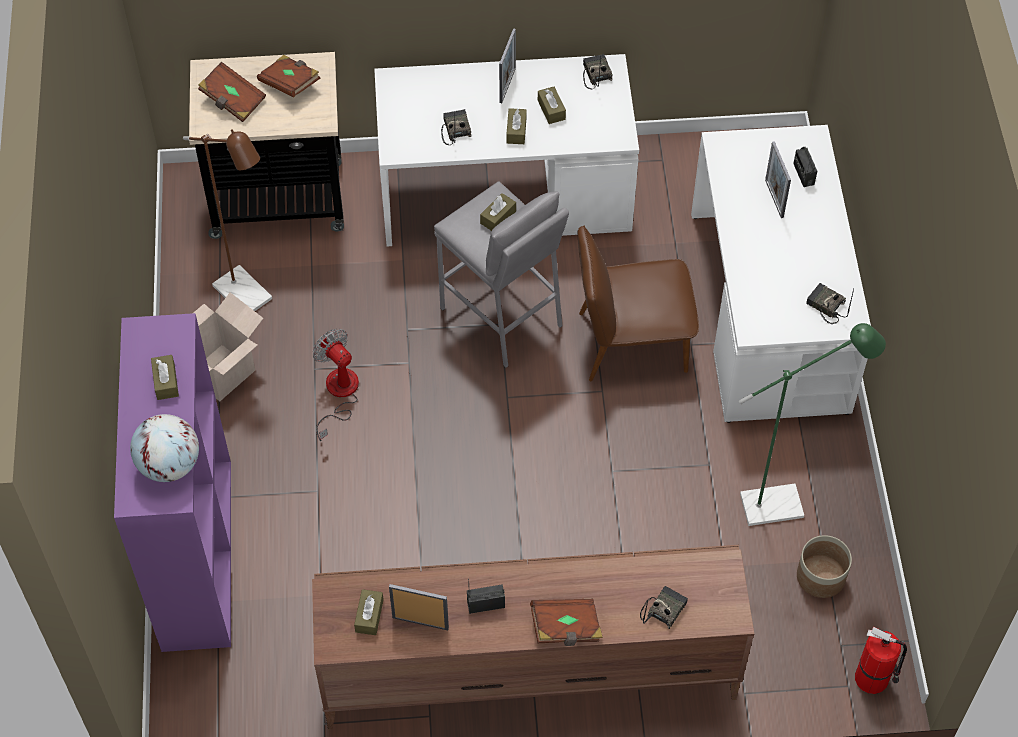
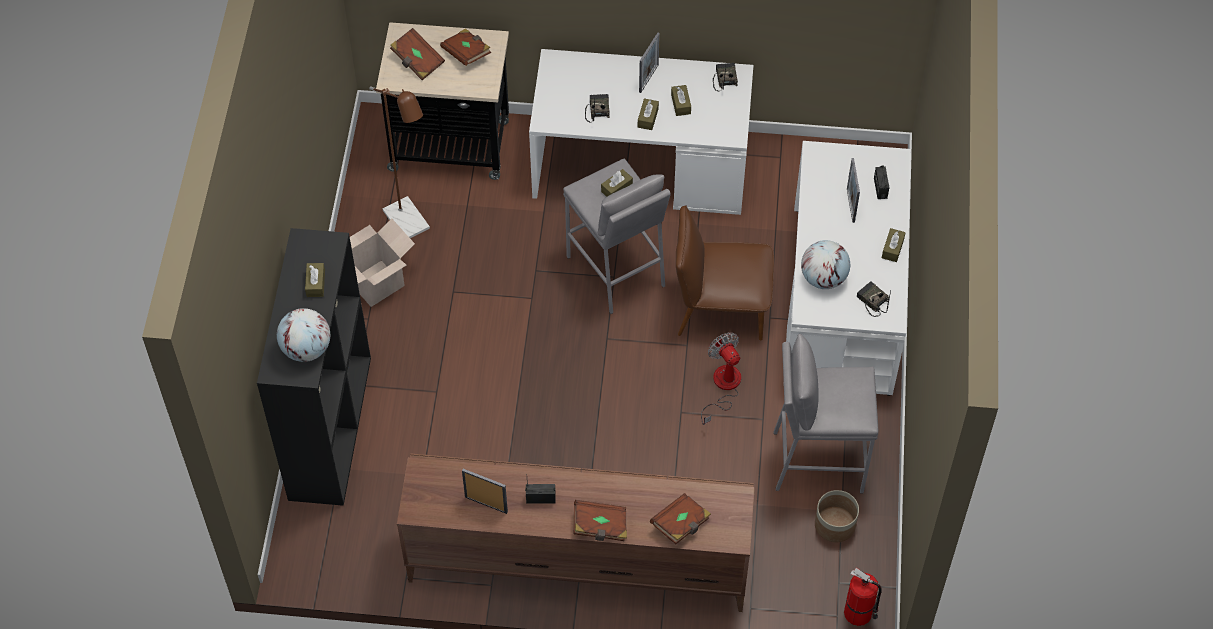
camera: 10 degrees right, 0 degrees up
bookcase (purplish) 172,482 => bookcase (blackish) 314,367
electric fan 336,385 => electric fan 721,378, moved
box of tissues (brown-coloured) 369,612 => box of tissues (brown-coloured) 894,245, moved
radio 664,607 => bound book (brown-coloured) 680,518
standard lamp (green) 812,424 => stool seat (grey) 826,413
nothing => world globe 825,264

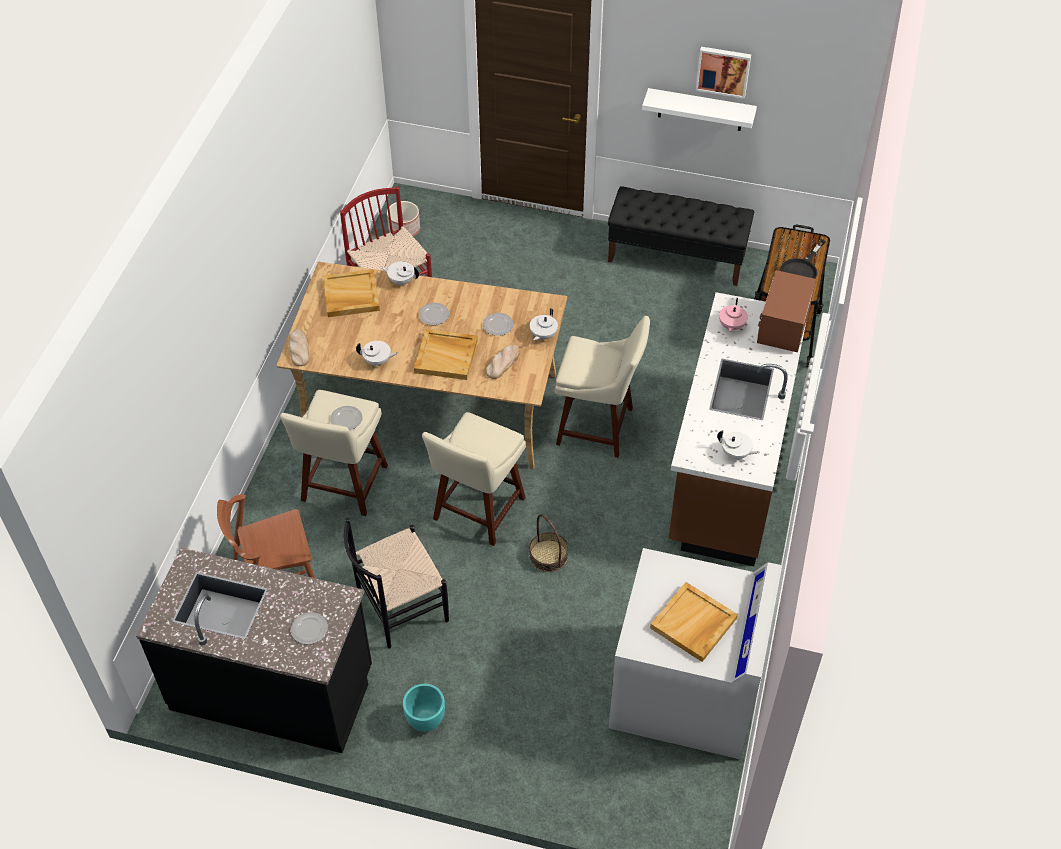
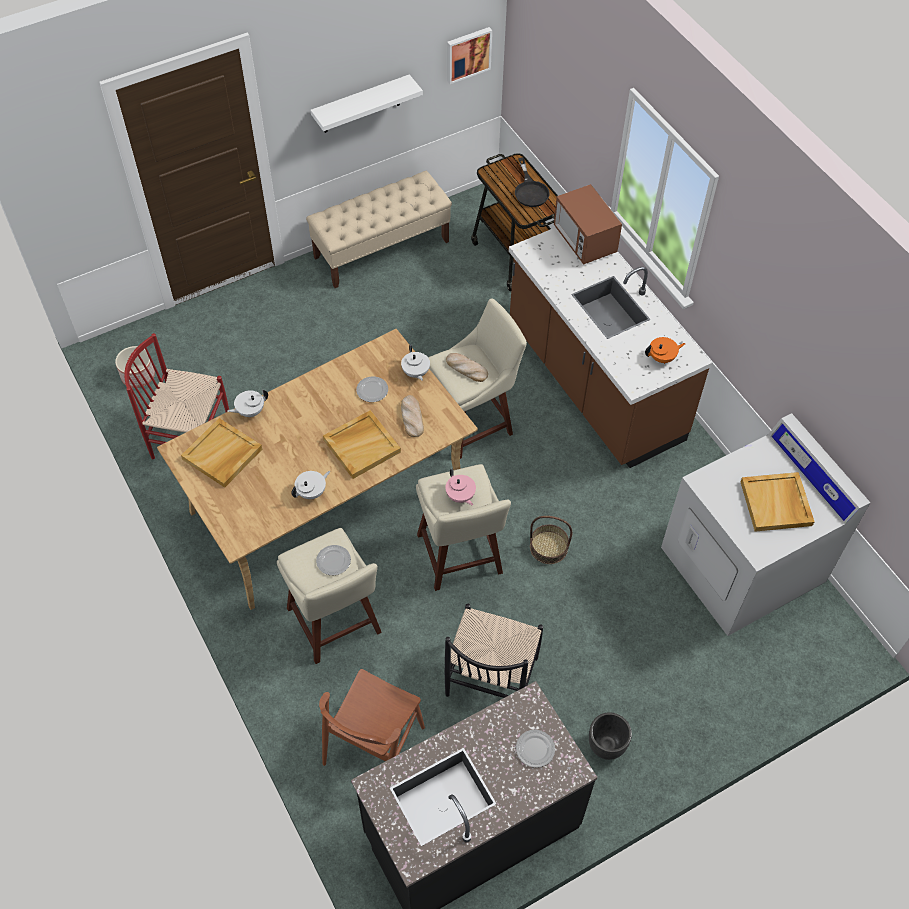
camera: 45 degrees left, 5 degrees up
bakery bread 299,347 => bakery bread 467,367, moved
planter (turquoise) 424,708 => planter (blackish) 610,736
plate 434,314 => nothing
bench (blackish) 681,236 => bench (beige) 379,229
picture 723,73 => picture 469,55, moved
pot for tea (whitish) 738,445 => pot for tea (orangey) 665,350
pot for tea (pink-coloured) 733,315 => pot for tea (pink-coloured) 460,487, moved

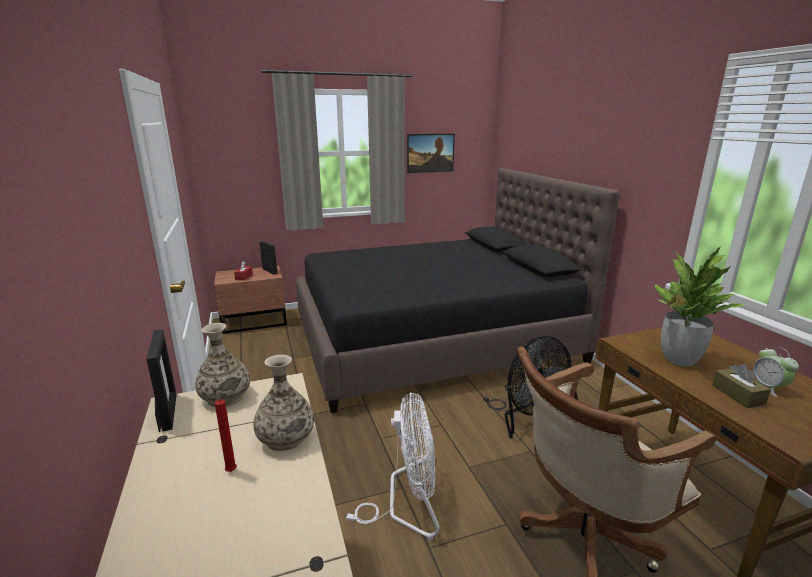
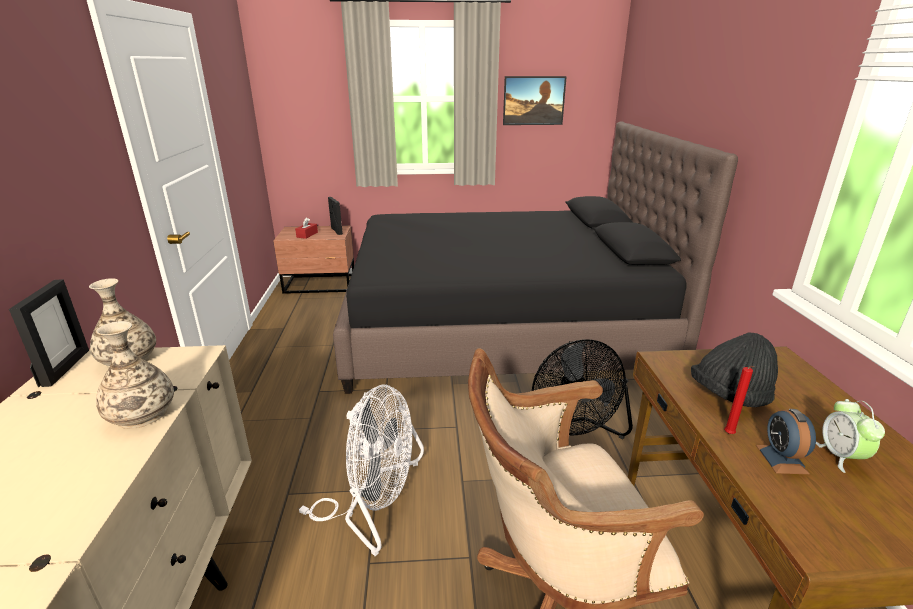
camera: 15 degrees right, 5 degrees up
candle (reddish) 226,435 => candle (reddish) 739,400, moved
potted plant 700,307 => hat (blackish) 734,369
box of tissues (brown-coloured) 741,386 => alarm clock 786,441

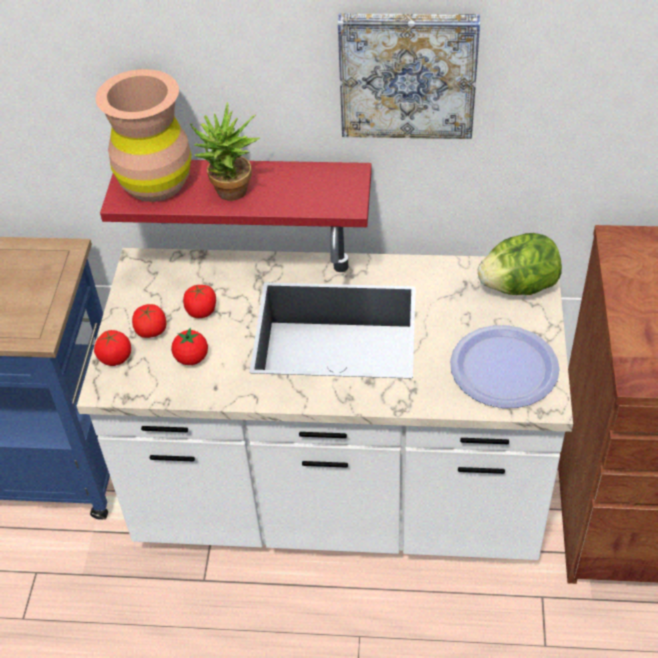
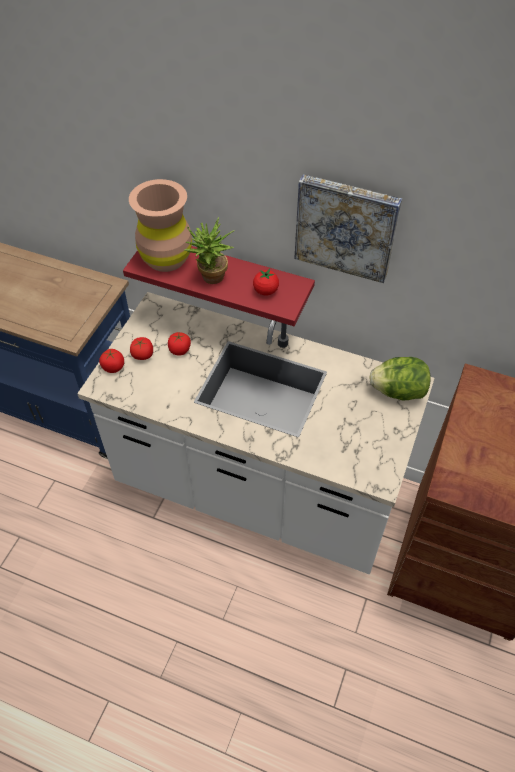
camera: 15 degrees right, 5 degrees up
whole tomato 189,346 => whole tomato 266,282, moved
plate 505,366 => nothing

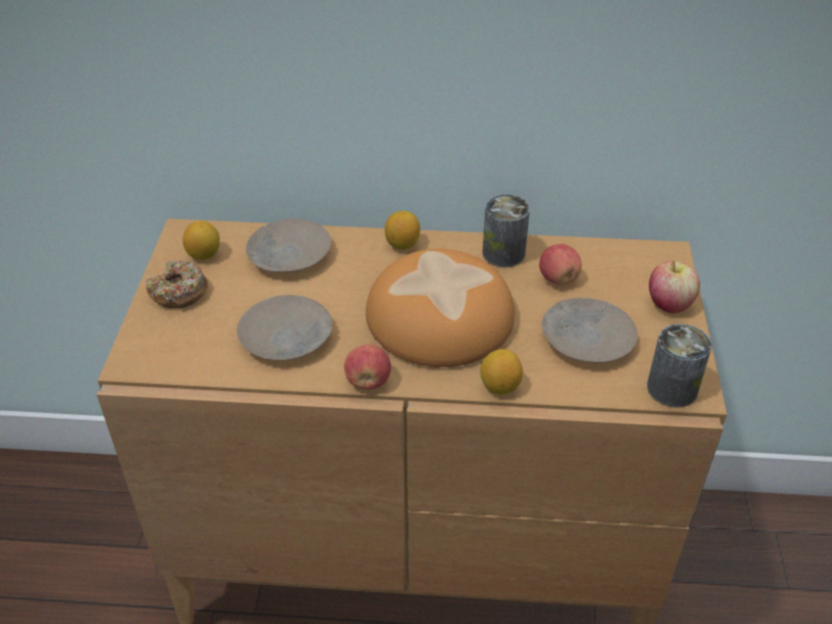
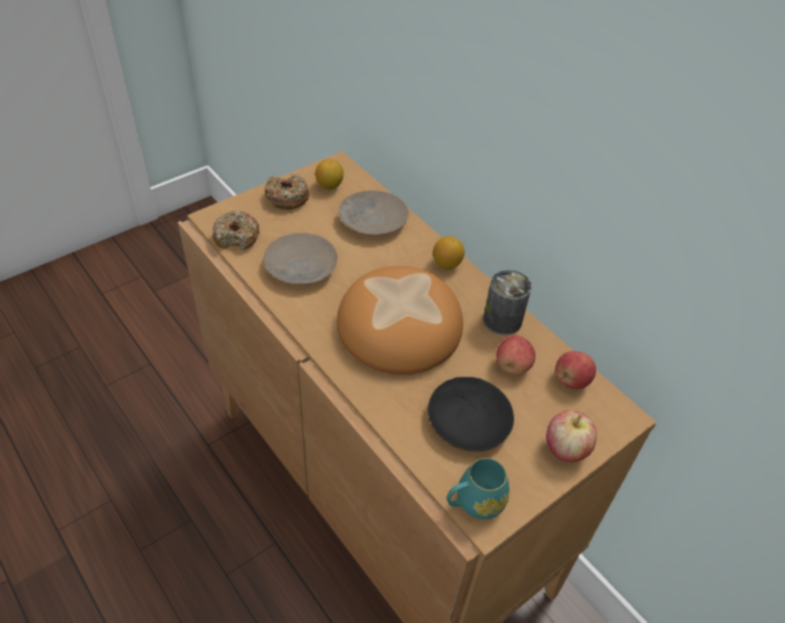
camera: 45 degrees right, 5 degrees up
apple fruit 367,367 => apple fruit 575,370, moved
citrus fruit 501,371 => nothing
plate (beige) 589,330 => plate (blackish) 471,414
can 679,365 => coffee mug (turquoise) 478,488
nothing => ring doughnut 236,230

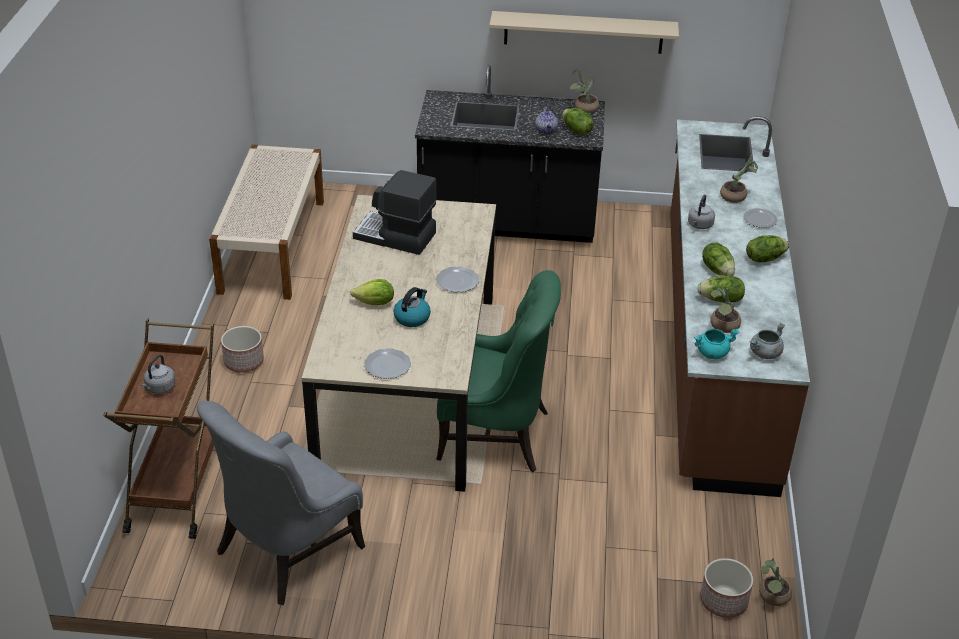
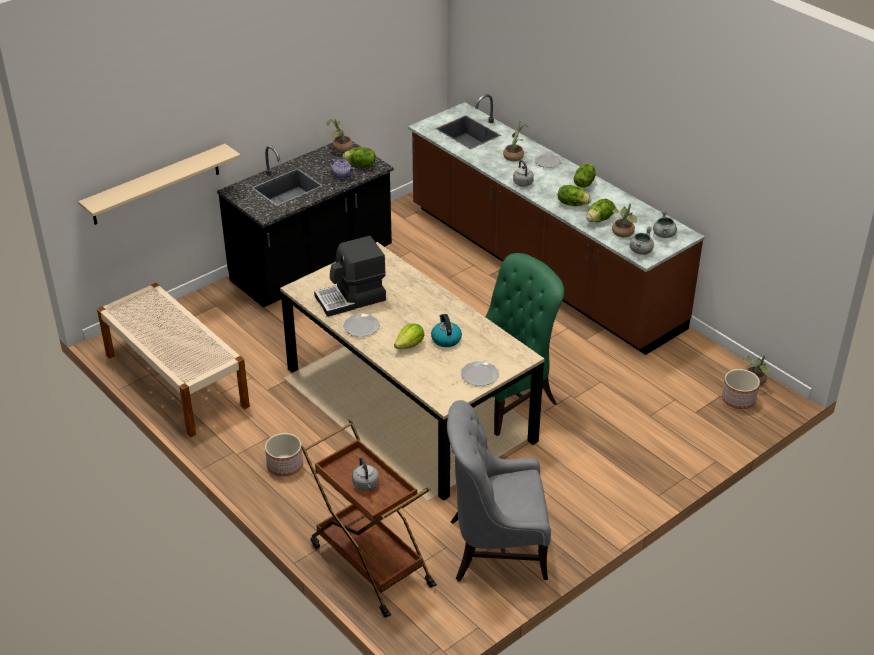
camera: 45 degrees left, 0 degrees up
chair (grey) 281,503 => chair (grey) 499,491, 90 degrees clockwise
plate 457,279 => plate 361,325, moved
wall shelf (beige) 584,32 => wall shelf (beige) 159,184, moved
stockpot (turquoise) 716,344 => stockpot (grey) 641,240

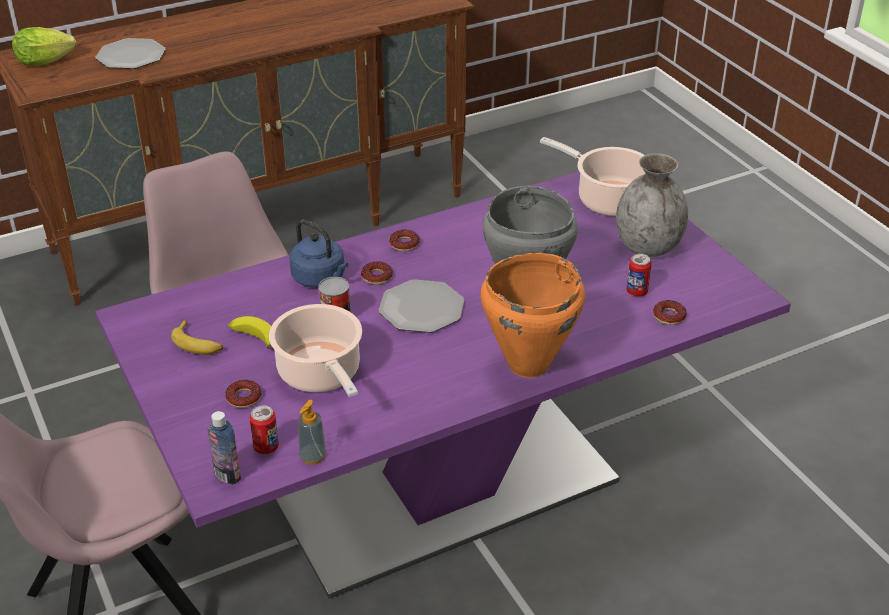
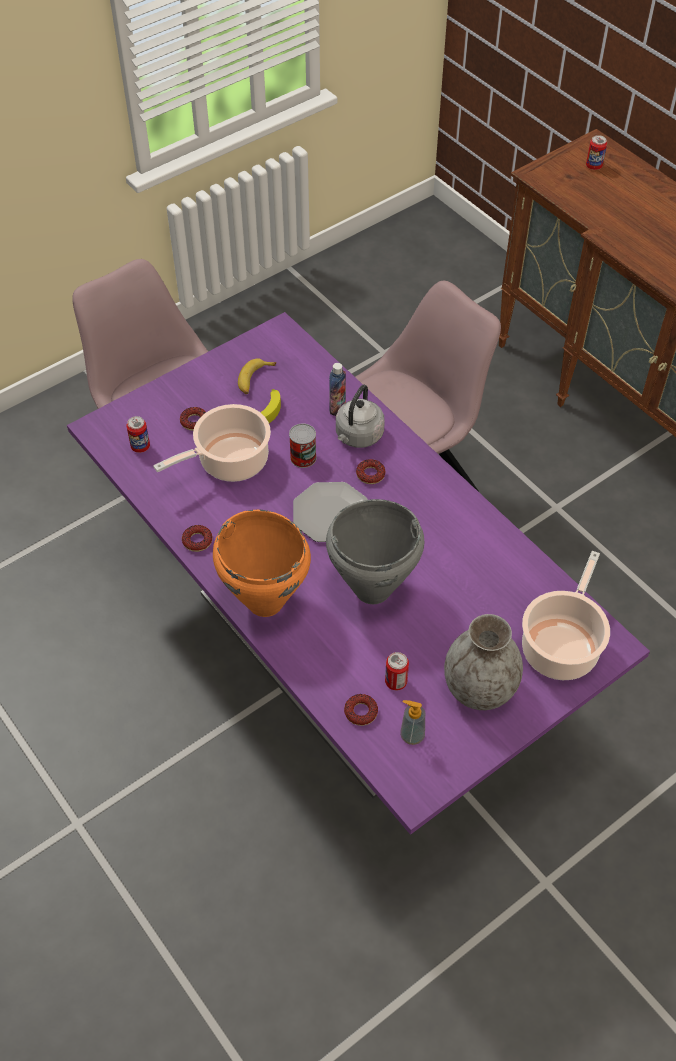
camera: 80 degrees right, 15 degrees up
head of lettuce 44,46 => can 596,152
plate 130,53 => nothing
bottle 224,447 => bottle 337,389, moved
kettle (blue) 318,254 => kettle (grey) 360,416
liquid soap bottle 312,432 => liquid soap bottle 412,722, moved
ring doughnut 404,240 => ring doughnut 197,538, moved

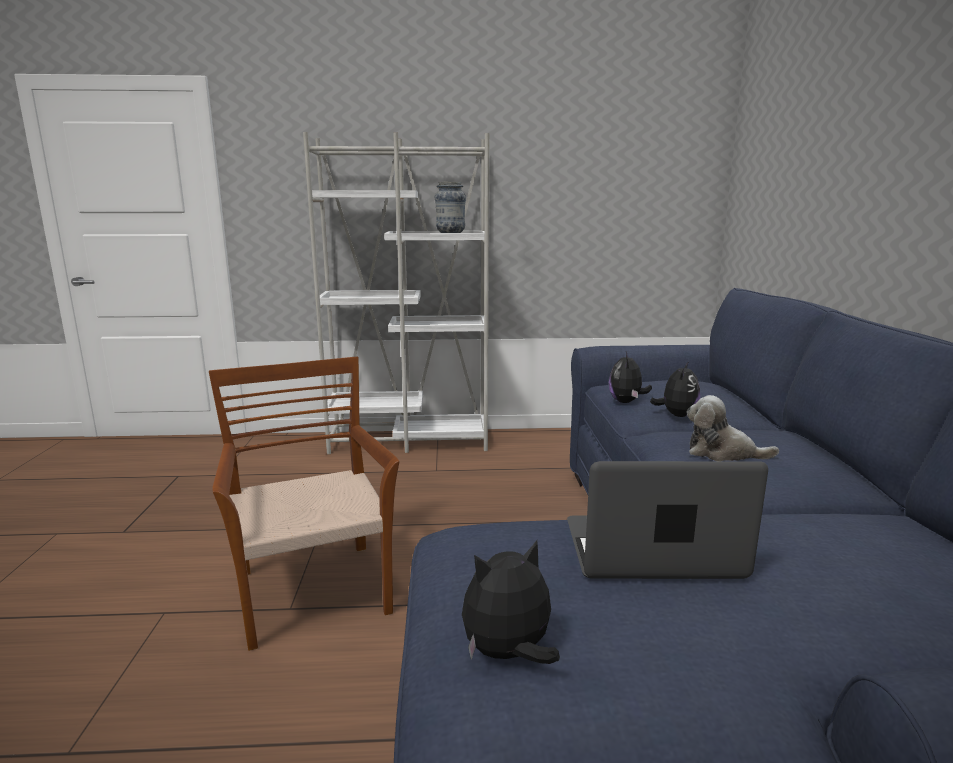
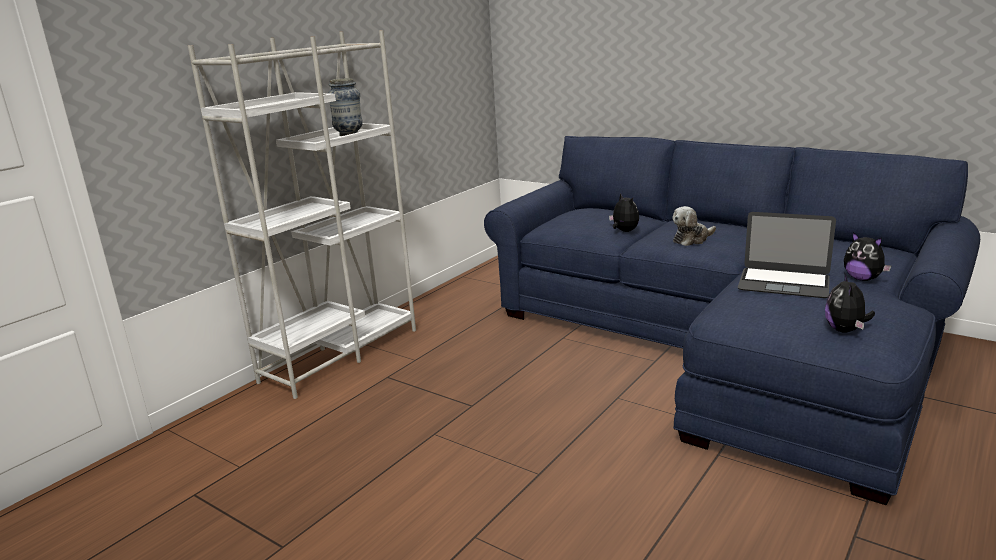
camera: 50 degrees left, 5 degrees up
easy chair (brown-coloured) 304,504 => nothing
portable computer 667,520 => portable computer 787,255, 105 degrees counterclockwise
cuddly toy 630,377 => cuddly toy 868,256, moved

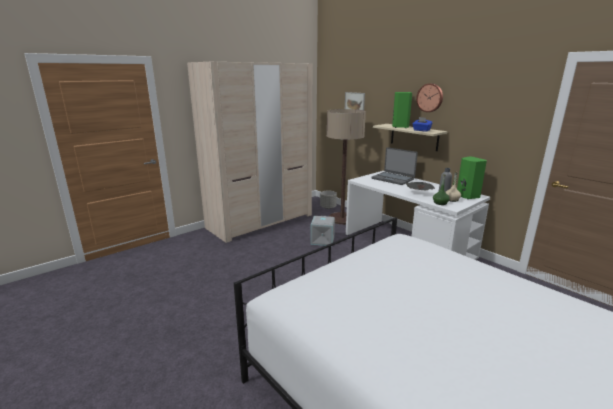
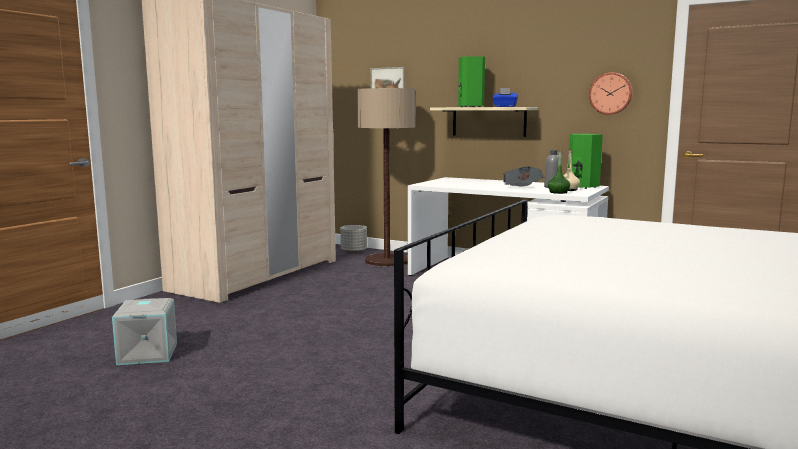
camera: 20 degrees left, 10 degrees down
storage container (grey) 322,231 => storage container (grey) 144,331, moved
portable computer 394,166 => nothing
hanging clock 429,97 => hanging clock 610,93, moved

